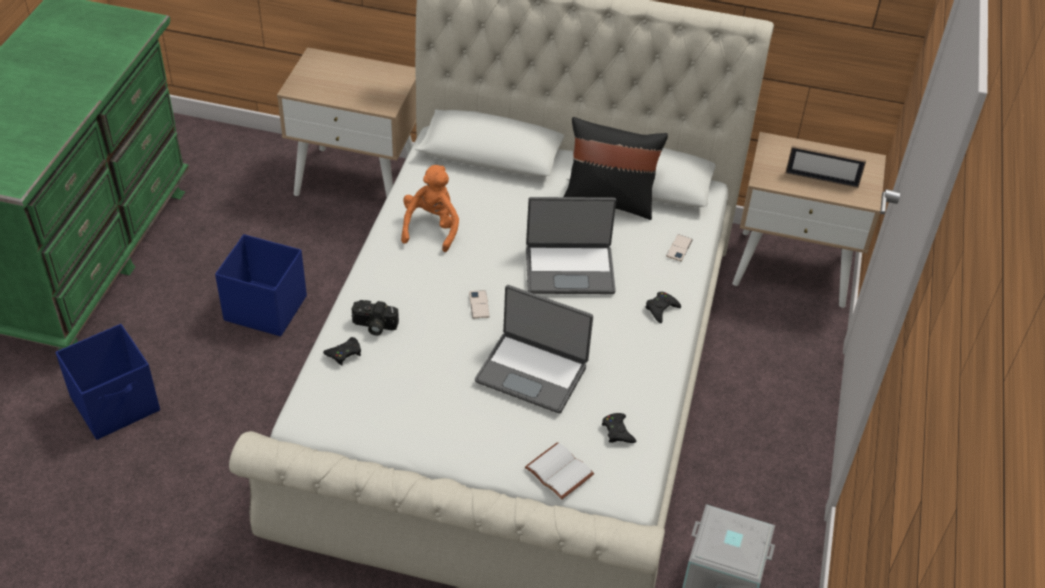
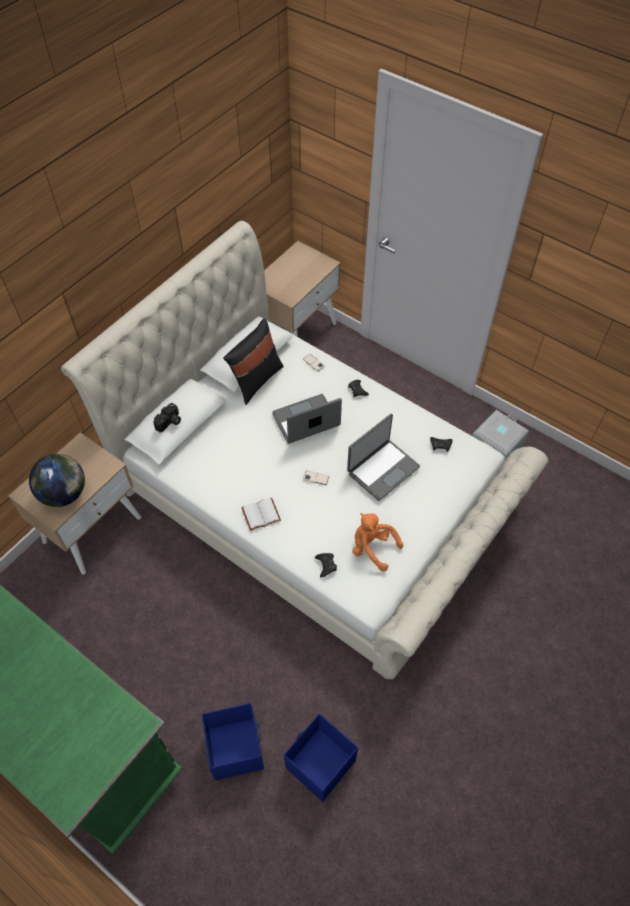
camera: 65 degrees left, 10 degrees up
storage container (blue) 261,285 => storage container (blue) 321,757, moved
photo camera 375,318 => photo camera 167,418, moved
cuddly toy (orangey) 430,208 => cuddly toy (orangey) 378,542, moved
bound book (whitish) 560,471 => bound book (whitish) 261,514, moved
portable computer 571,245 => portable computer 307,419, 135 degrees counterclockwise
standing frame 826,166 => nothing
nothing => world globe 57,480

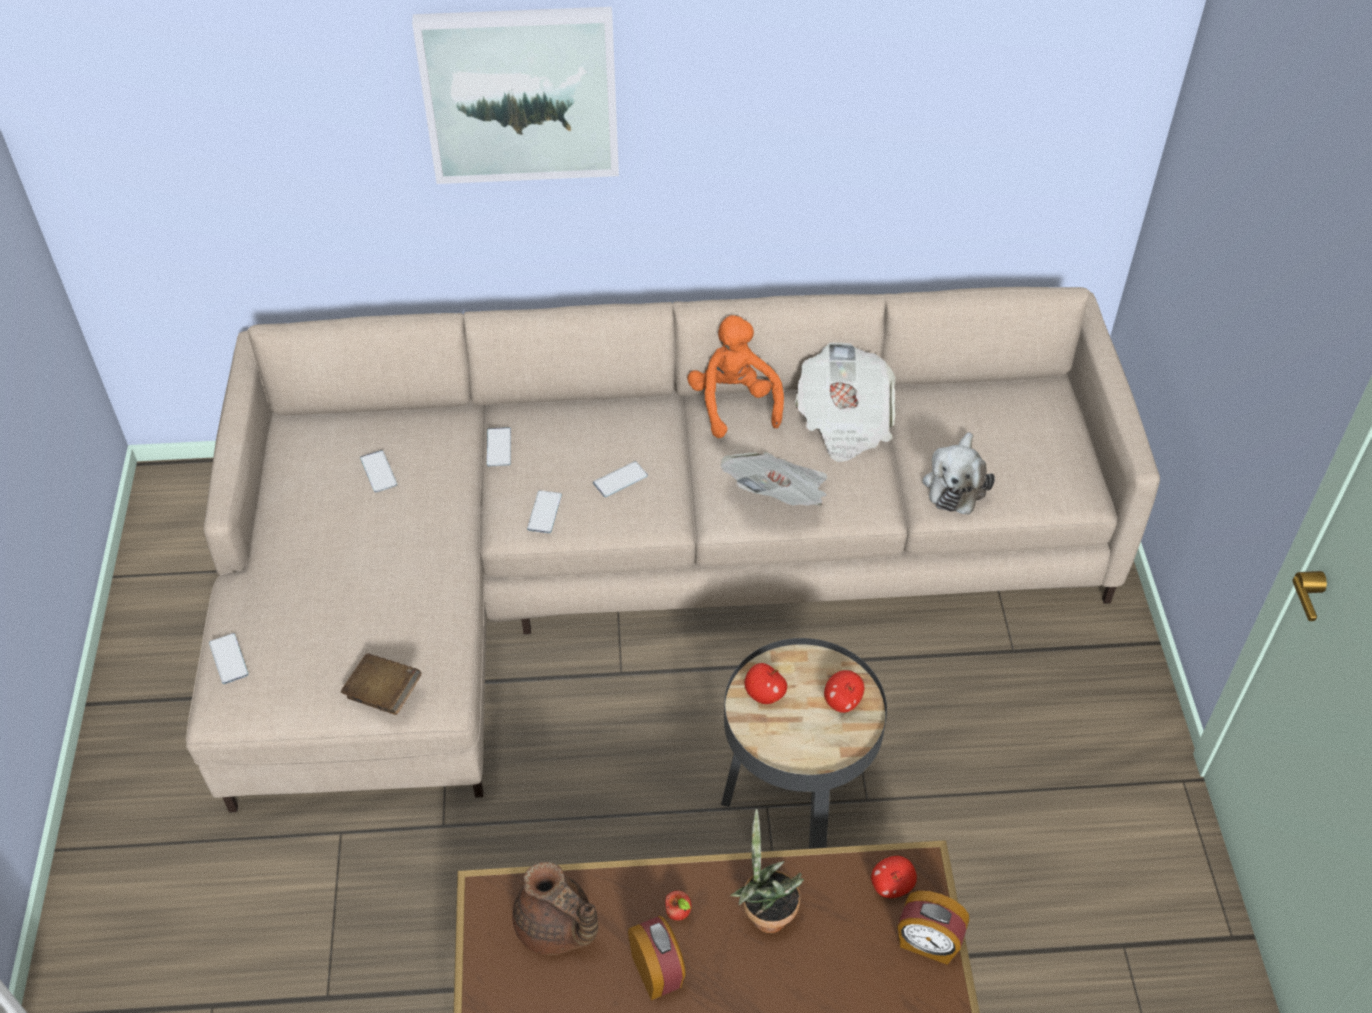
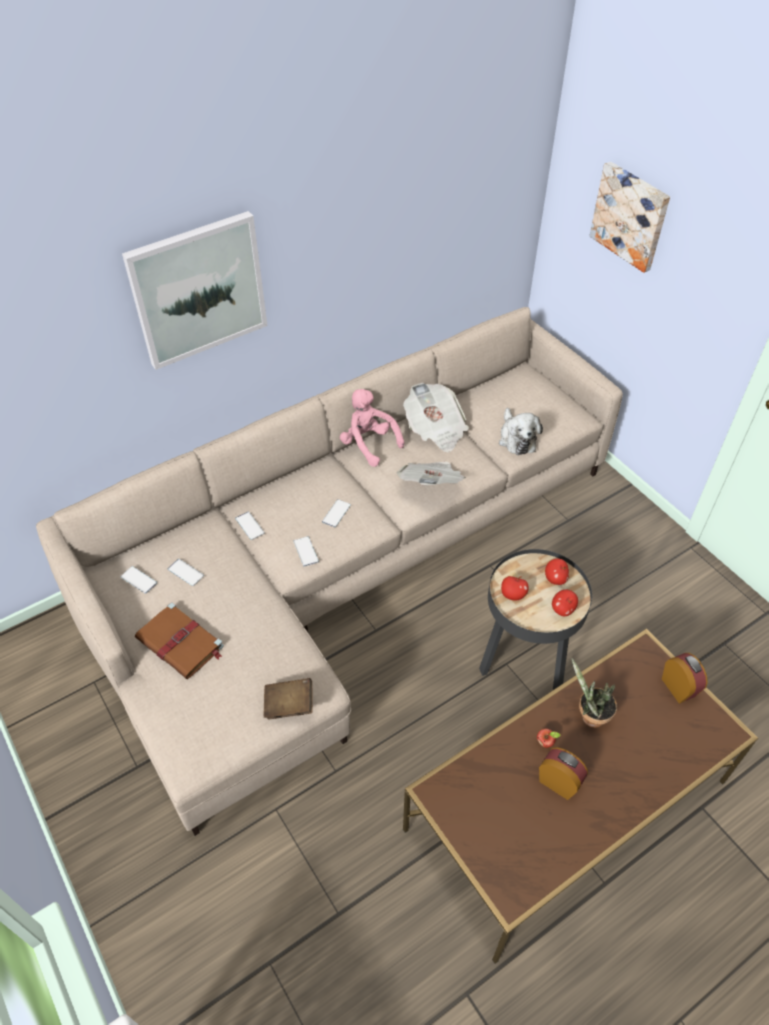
camera: 30 degrees left, 0 degrees up
phone 228,658 => phone 139,580, moved
pot for tea (brown-coloured) 555,908 => nothing
cuddly toy (orangey) 735,376 => cuddly toy (pink-coloured) 372,428
apple fruit 894,877 => apple fruit 565,603, moved
alarm clock 933,928 => alarm clock 685,678, 105 degrees counterclockwise
nothing => bound book (brown-coloured) 179,641
nothing => picture 630,217

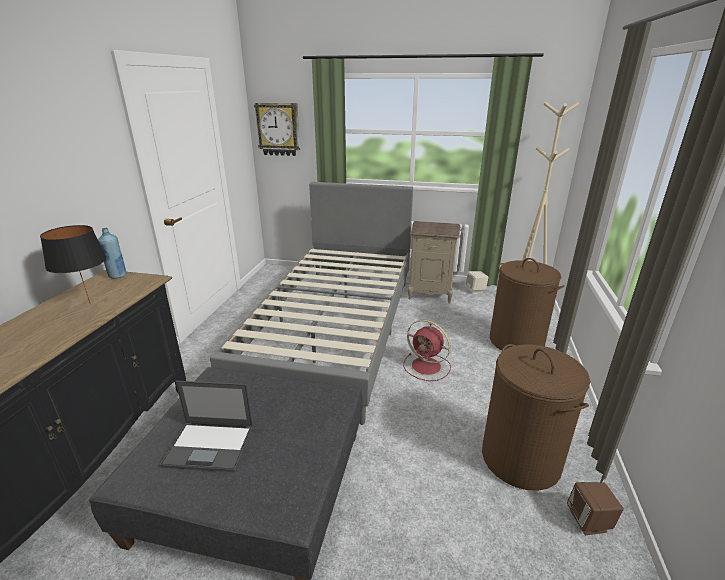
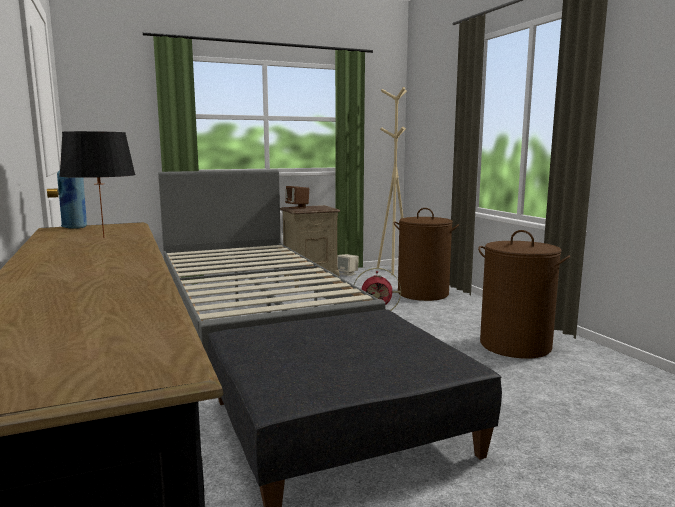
camera: 35 degrees left, 15 degrees down
portable computer 206,426 => nothing
hanging clock 277,129 => nothing
speaker (brown-coloured) 595,508 => speaker (brown-coloured) 297,197, moved

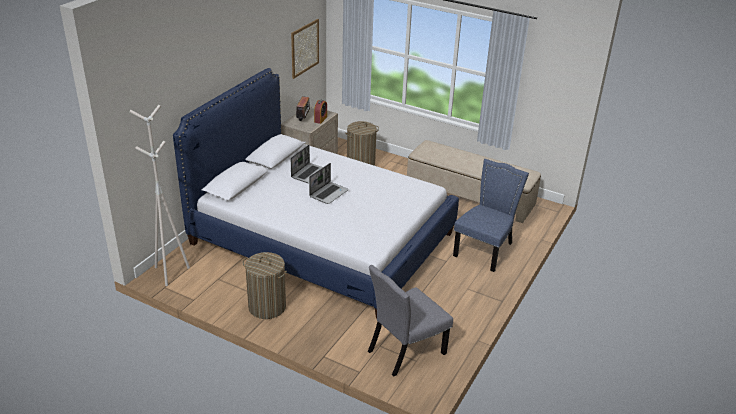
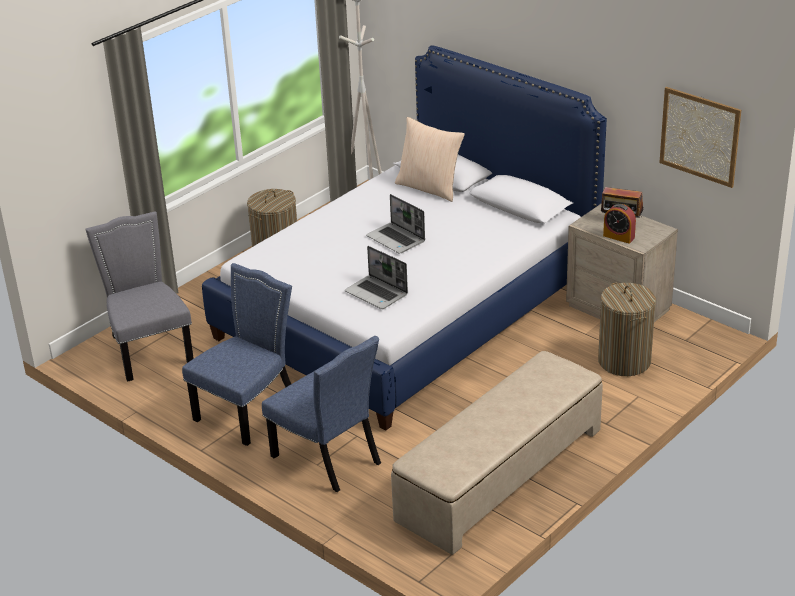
camera: 105 degrees right, 0 degrees up
portable computer 307,164 => portable computer 376,277, moved
nothing => chair (blue) 237,354
nothing => pillow (beige) 430,159

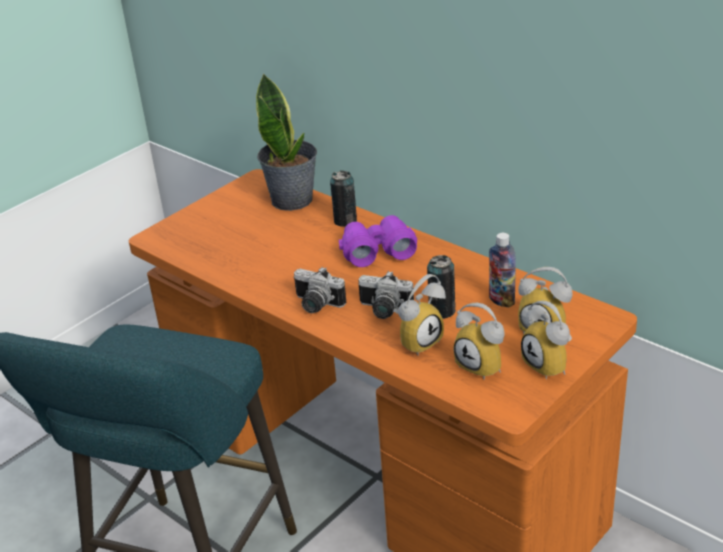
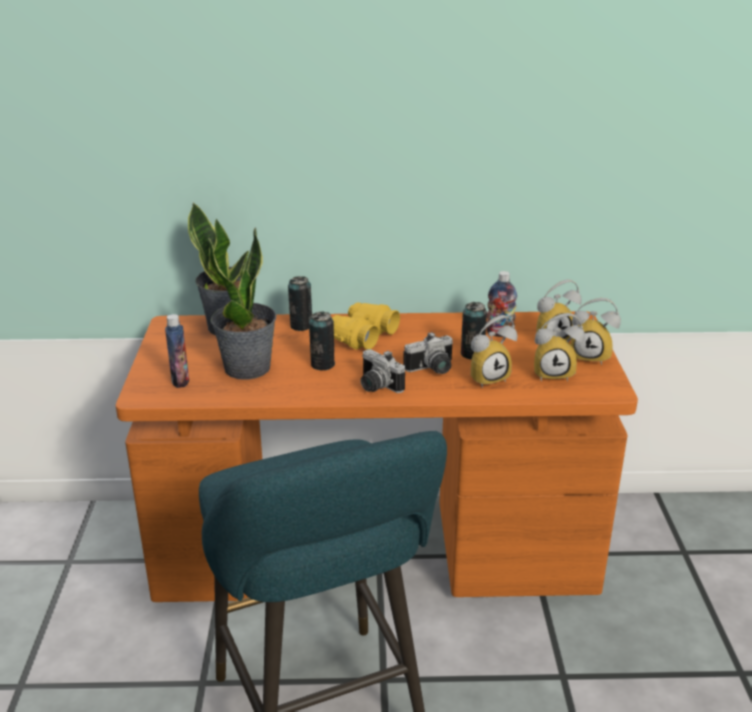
camera: 45 degrees left, 5 degrees down
photo camera 319,290 => photo camera 382,371, 60 degrees clockwise
field glasses (purplish) 378,241 => field glasses (yellow) 366,326
alarm clock 420,315 => alarm clock 494,351, 60 degrees clockwise
nothing => bottle 177,351
nothing => potted plant 242,304
nothing => can 322,341

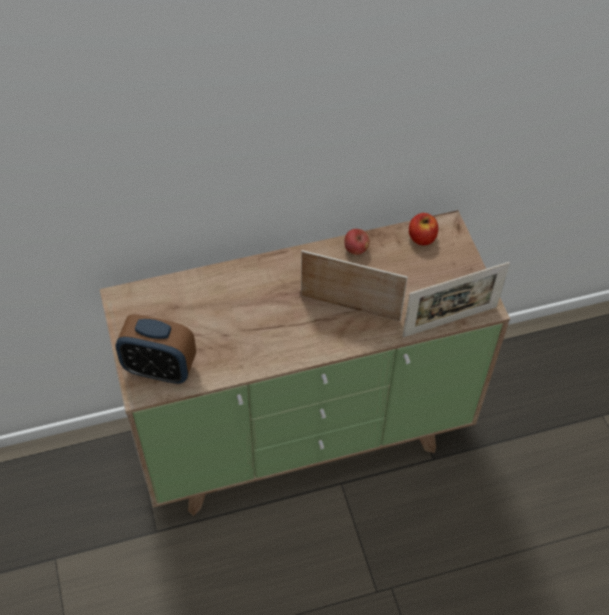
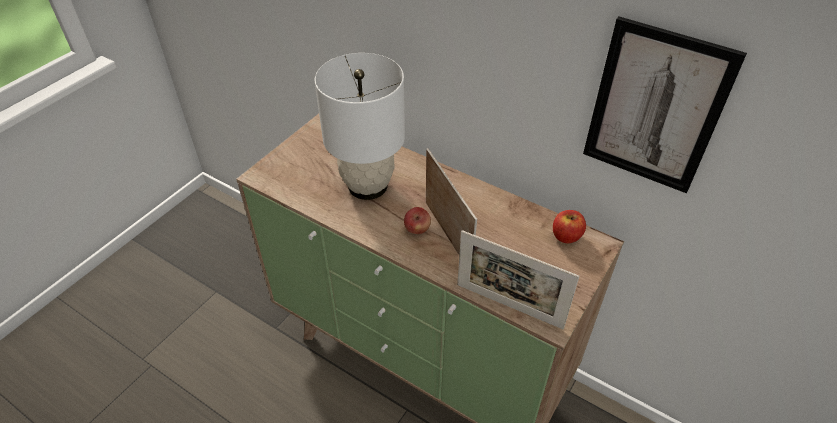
camera: 50 degrees right, 10 degrees down
alarm clock 155,349 => nothing
apple fruit 357,242 => apple fruit 417,220, moved
nothing => tabletop lamp (whitish) 360,126
nothing => picture 665,104

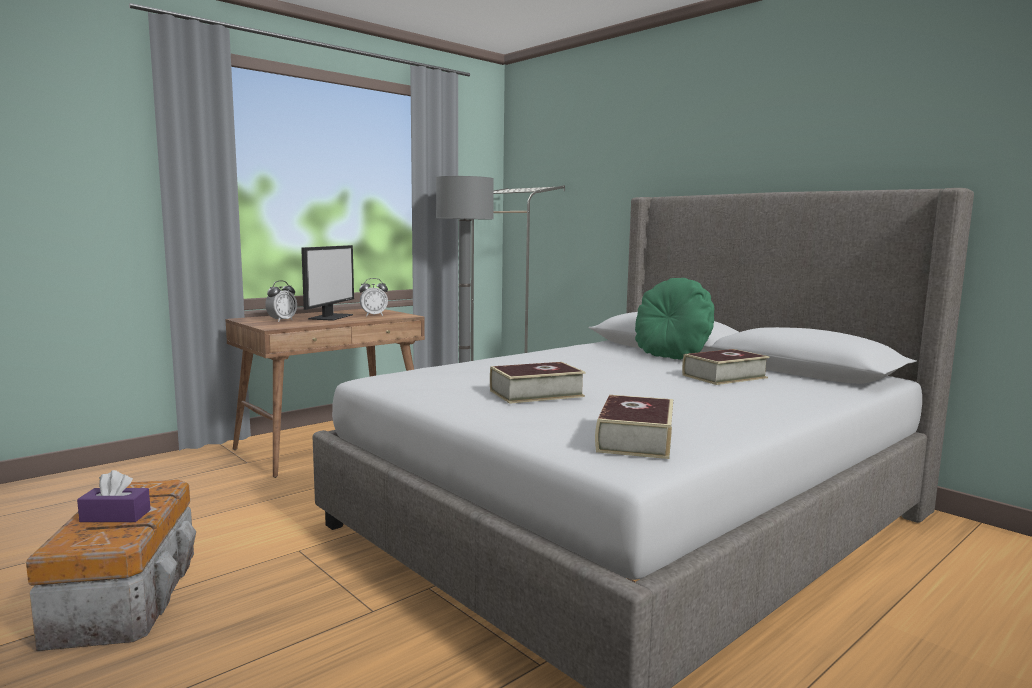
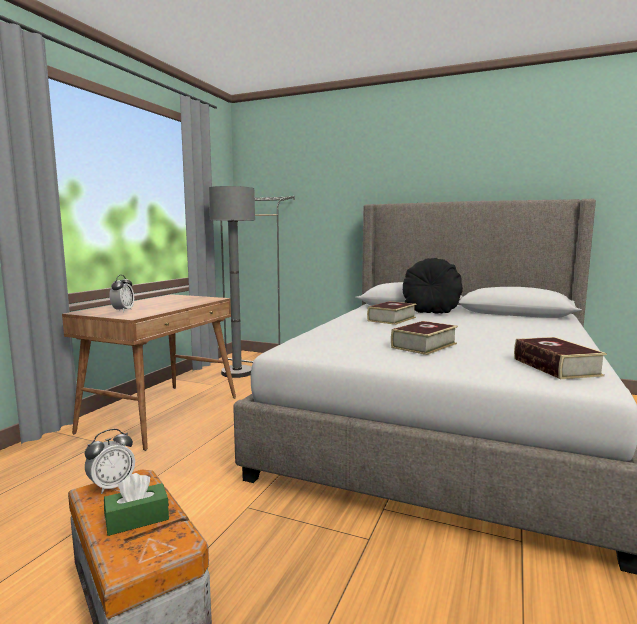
camera: 25 degrees left, 0 degrees up
box of tissues (purplish) 114,496 => box of tissues (green) 136,504
computer screen 327,283 => nothing
alarm clock 373,297 => alarm clock 110,461, moved
pillow (green) 674,319 => pillow (blackish) 433,285
bound book 726,367 => bound book 391,313, moved

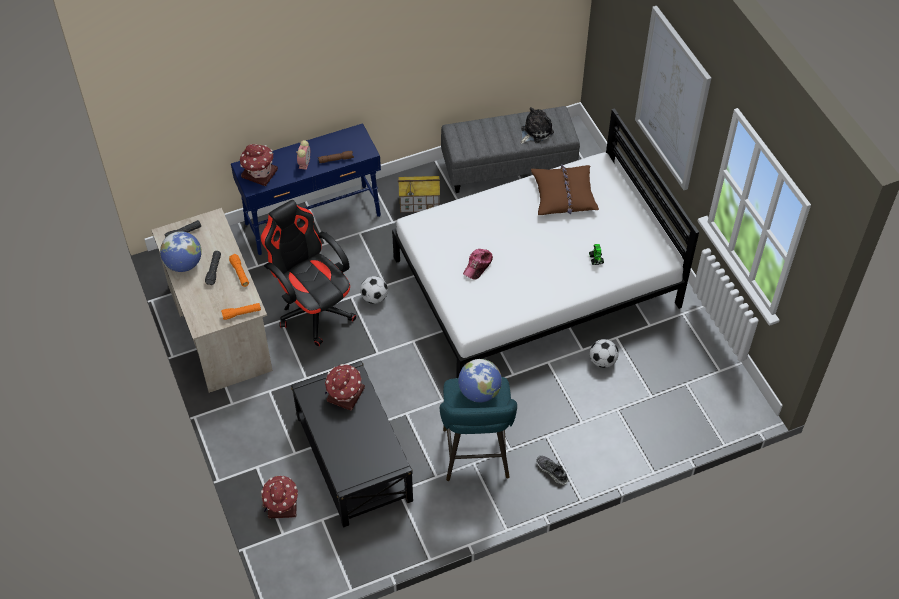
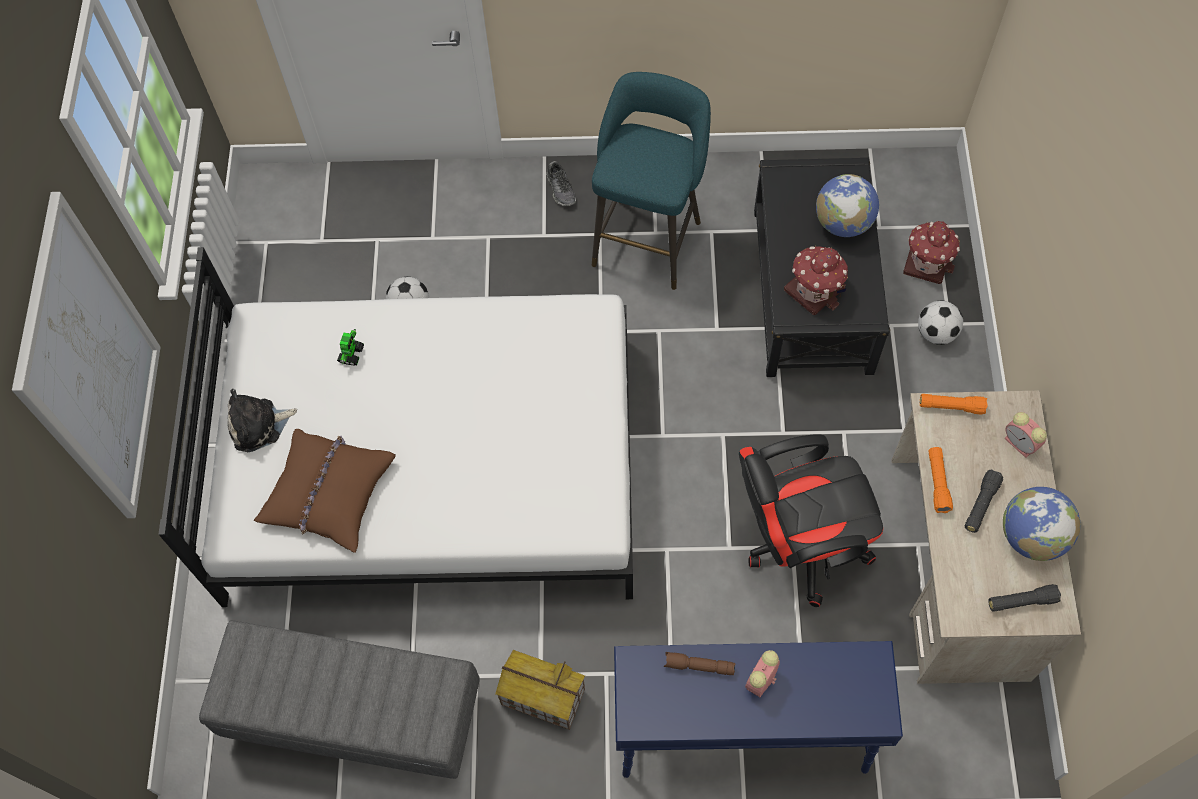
camera: 155 degrees left, 10 degrees up
miniature house 259,165 => nothing
desk chair (blackish) 308,273 => desk chair (blackish) 811,520, 90 degrees clockwise
ball for football 374,290 => ball for football 940,323, moved
world globe 480,380 => world globe 847,205, moved
peaked cap 478,264 => nothing
cuddly toy 537,125 => cuddly toy 262,420, moved
nothing => alarm clock 1025,435

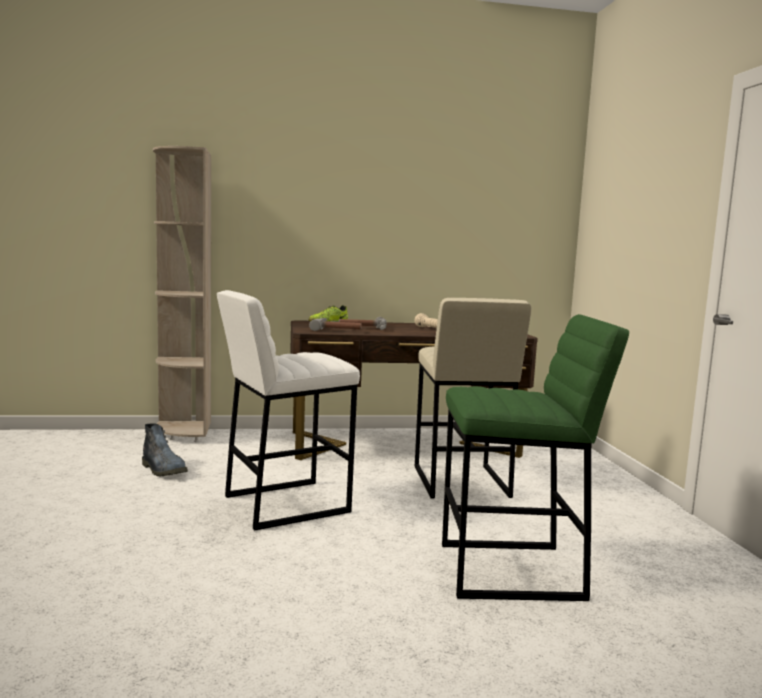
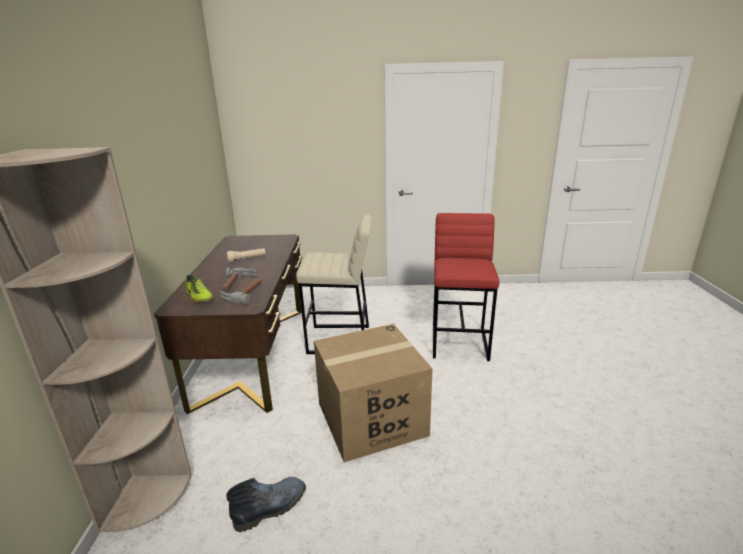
camera: 80 degrees left, 15 degrees up
stool seat (whitish) 288,410 => packing box 373,393
stool seat (green) 535,457 => stool seat (reddish) 466,287

